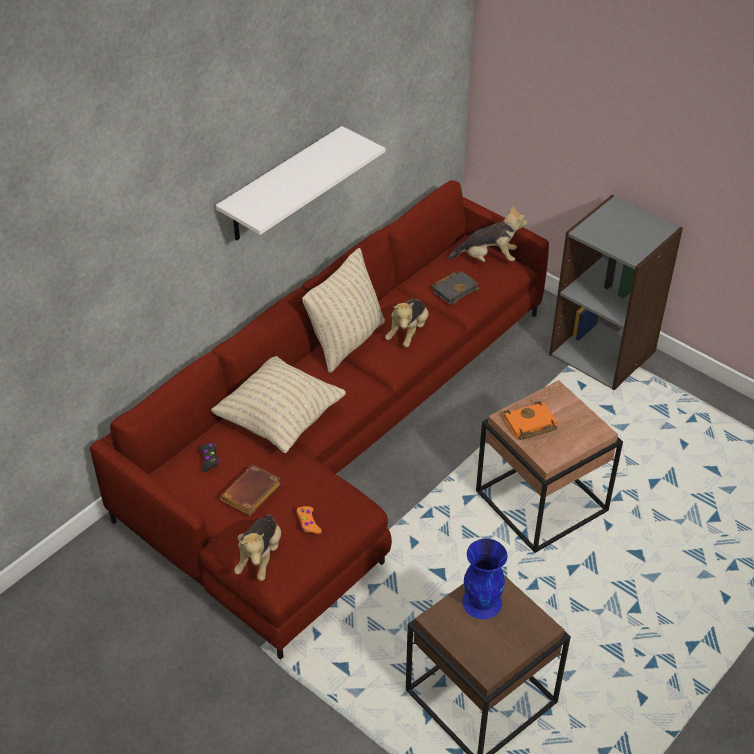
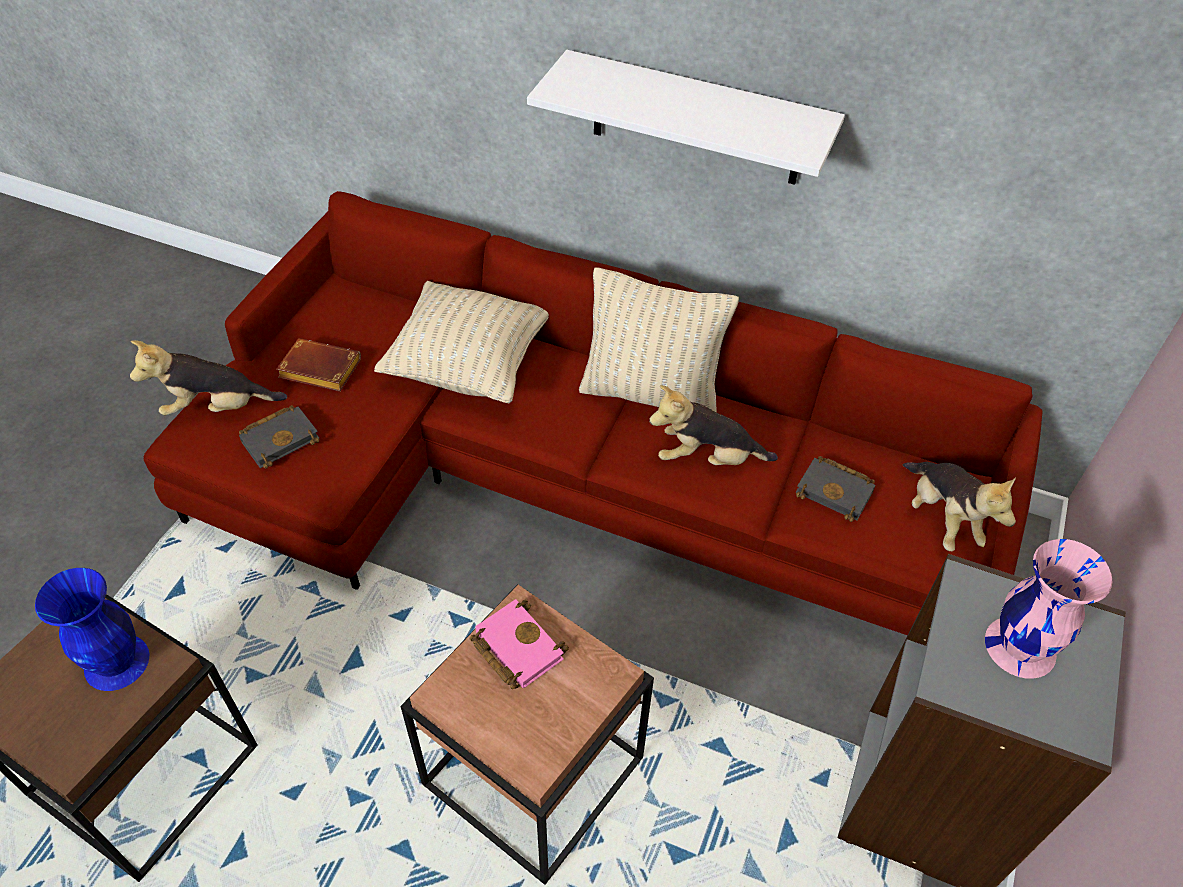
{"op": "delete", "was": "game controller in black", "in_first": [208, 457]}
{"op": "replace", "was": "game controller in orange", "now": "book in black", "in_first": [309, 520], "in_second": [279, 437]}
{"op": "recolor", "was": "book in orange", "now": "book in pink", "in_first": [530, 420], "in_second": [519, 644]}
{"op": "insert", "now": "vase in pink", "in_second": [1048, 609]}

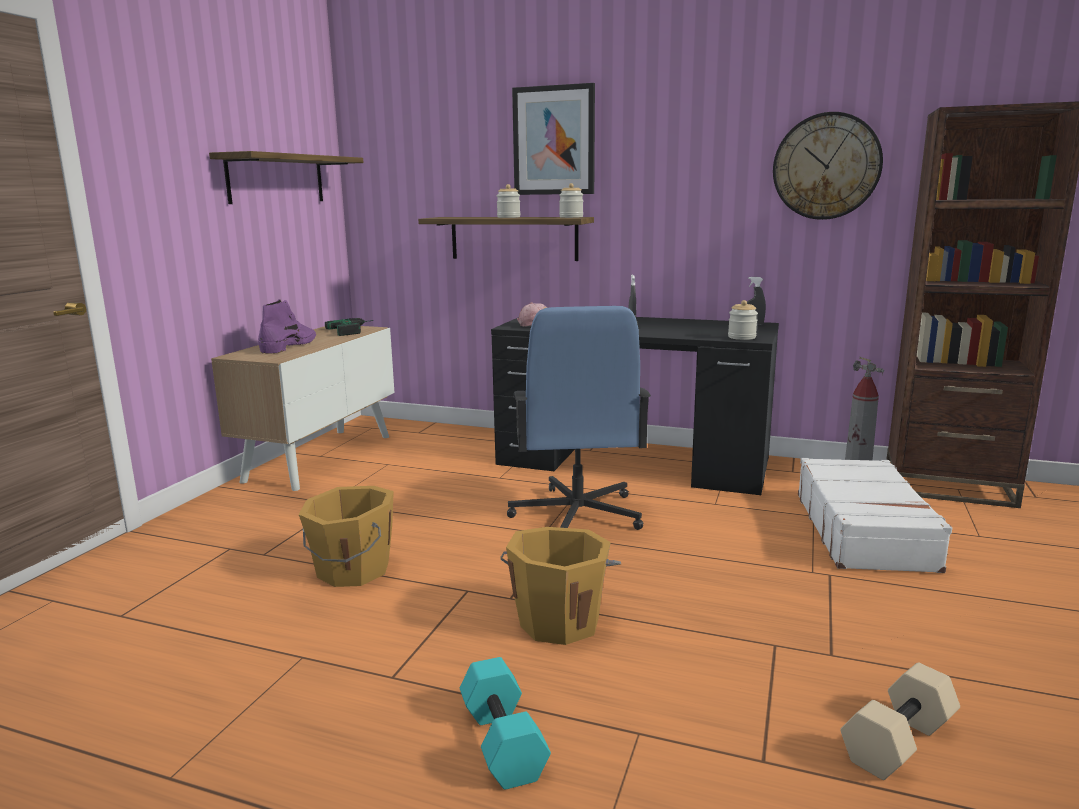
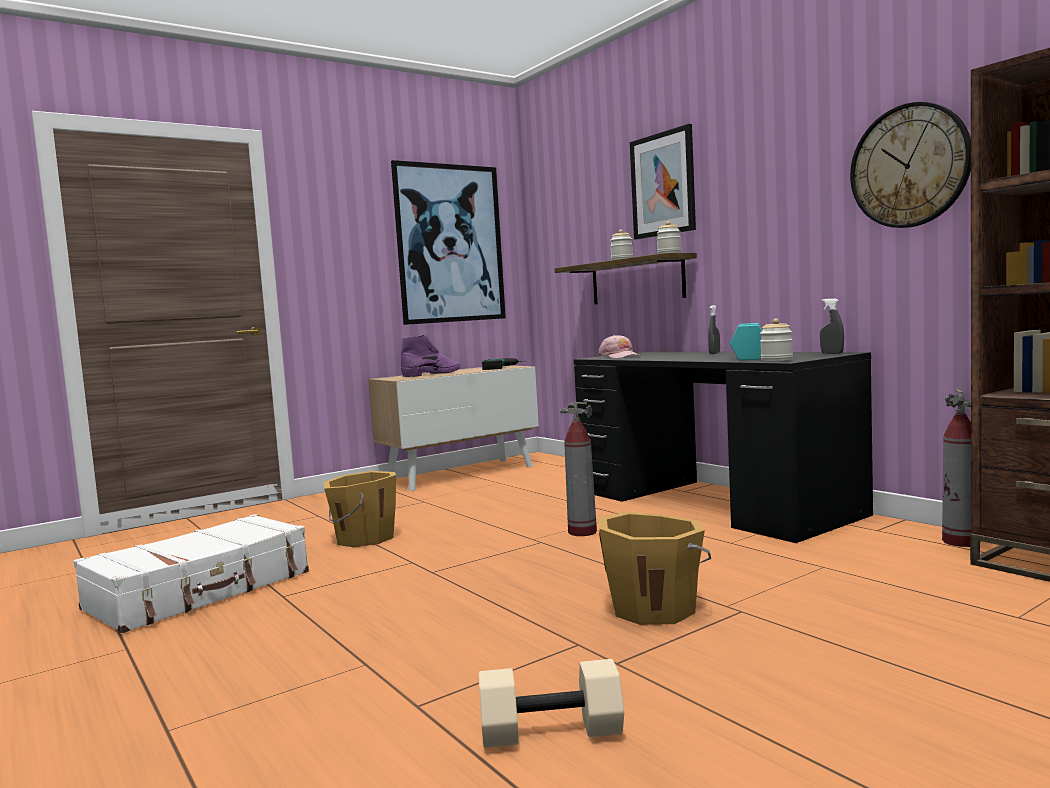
{"op": "replace", "was": "shelf", "now": "picture", "in_first": [286, 177], "in_second": [448, 242]}
{"op": "move", "was": "dumbbell in turquoise", "in_first": [505, 723], "in_second": [746, 341]}
{"op": "move", "was": "bucket in orange", "in_first": [560, 586], "in_second": [654, 568]}
{"op": "replace", "was": "office chair in blue", "now": "fire extinguisher", "in_first": [579, 418], "in_second": [578, 469]}
{"op": "move", "was": "suitcase in white", "in_first": [875, 515], "in_second": [191, 573]}

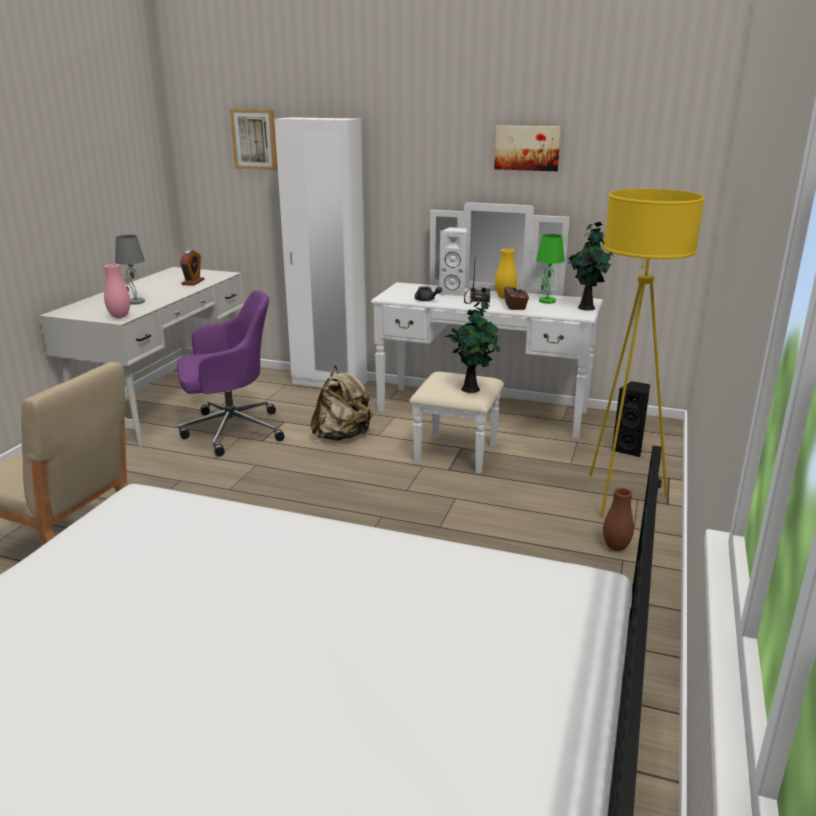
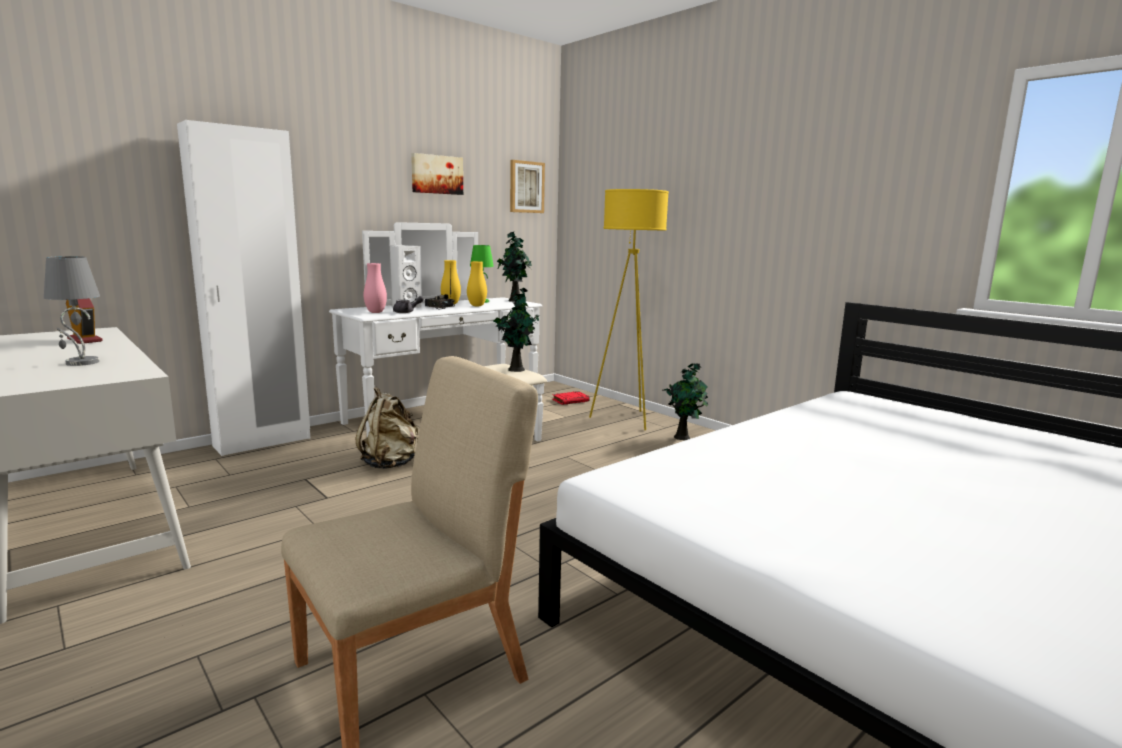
{"op": "move", "was": "vase in pink", "in_first": [117, 291], "in_second": [375, 288]}
{"op": "delete", "was": "office chair in purple", "in_first": [231, 373]}
{"op": "move", "was": "picture", "in_first": [254, 139], "in_second": [527, 186]}
{"op": "replace", "was": "tissue box in brown", "now": "vase in yellow", "in_first": [516, 295], "in_second": [477, 283]}
{"op": "replace", "was": "vase in brown", "now": "potted plant", "in_first": [618, 519], "in_second": [686, 401]}
{"op": "replace", "was": "speaker in black", "now": "book in red", "in_first": [631, 419], "in_second": [571, 398]}

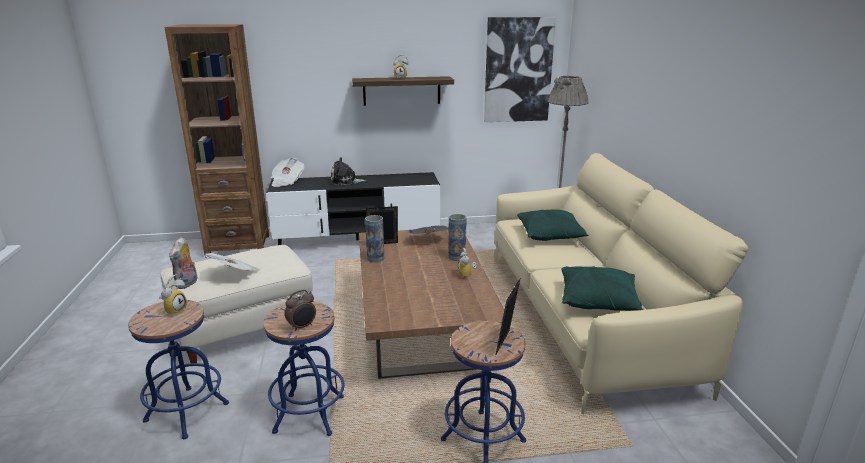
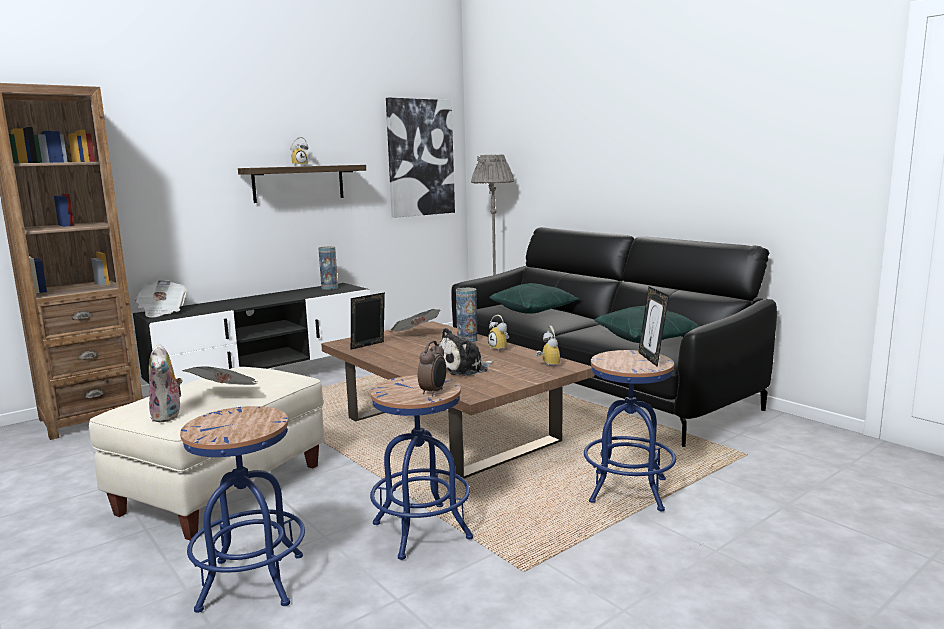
{"op": "move", "was": "alarm clock", "in_first": [173, 295], "in_second": [548, 346]}
{"op": "move", "was": "plush toy", "in_first": [348, 171], "in_second": [466, 352]}
{"op": "move", "was": "vase", "in_first": [374, 239], "in_second": [328, 268]}
{"op": "recolor", "was": "sofa in beige", "now": "sofa in black", "in_first": [621, 283], "in_second": [614, 337]}

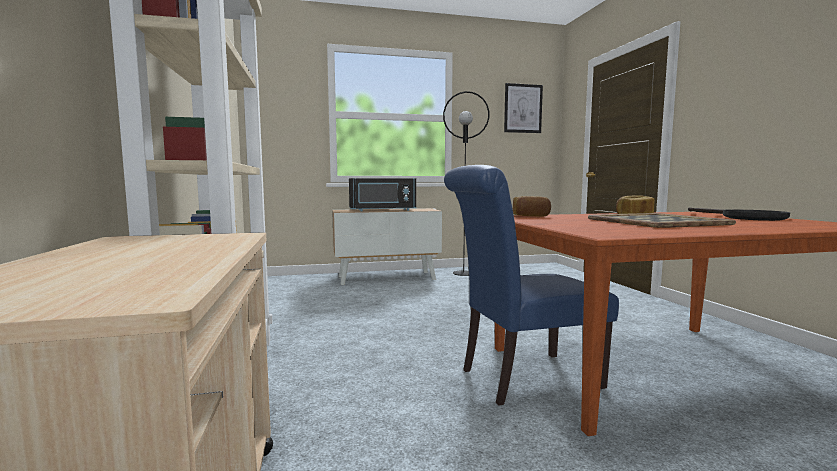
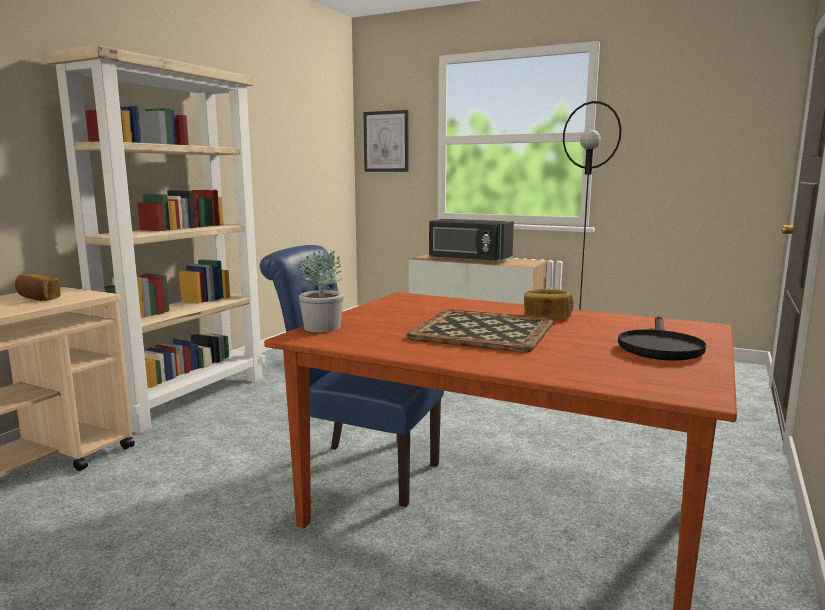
{"op": "move", "was": "picture", "in_first": [523, 108], "in_second": [386, 141]}
{"op": "move", "was": "bread", "in_first": [532, 206], "in_second": [38, 287]}
{"op": "insert", "now": "potted plant", "in_second": [321, 290]}

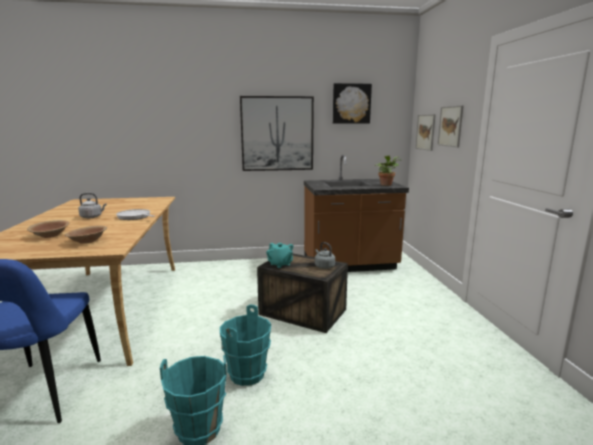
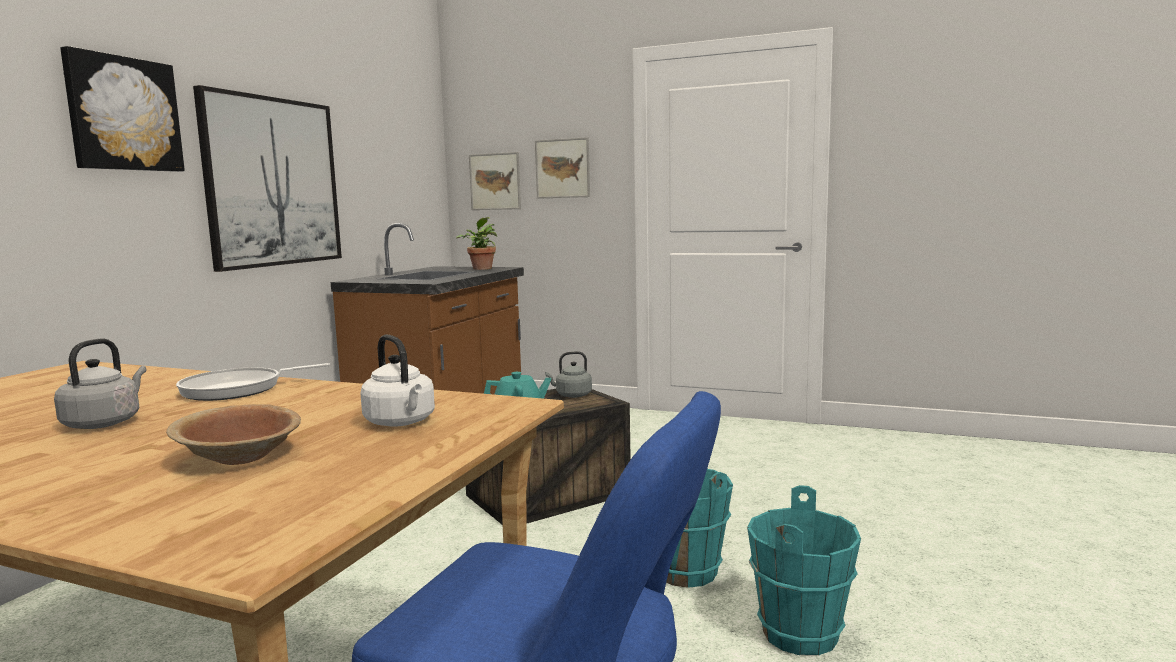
{"op": "replace", "was": "bowl in brown", "now": "kettle in white", "in_first": [86, 235], "in_second": [397, 381]}
{"op": "move", "was": "picture", "in_first": [352, 103], "in_second": [122, 109]}

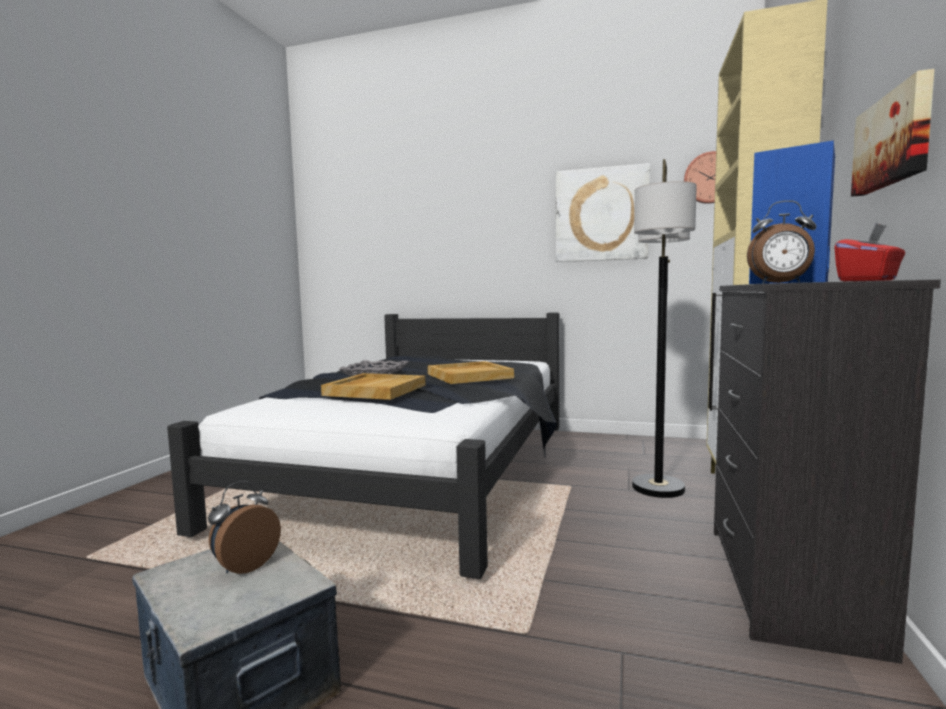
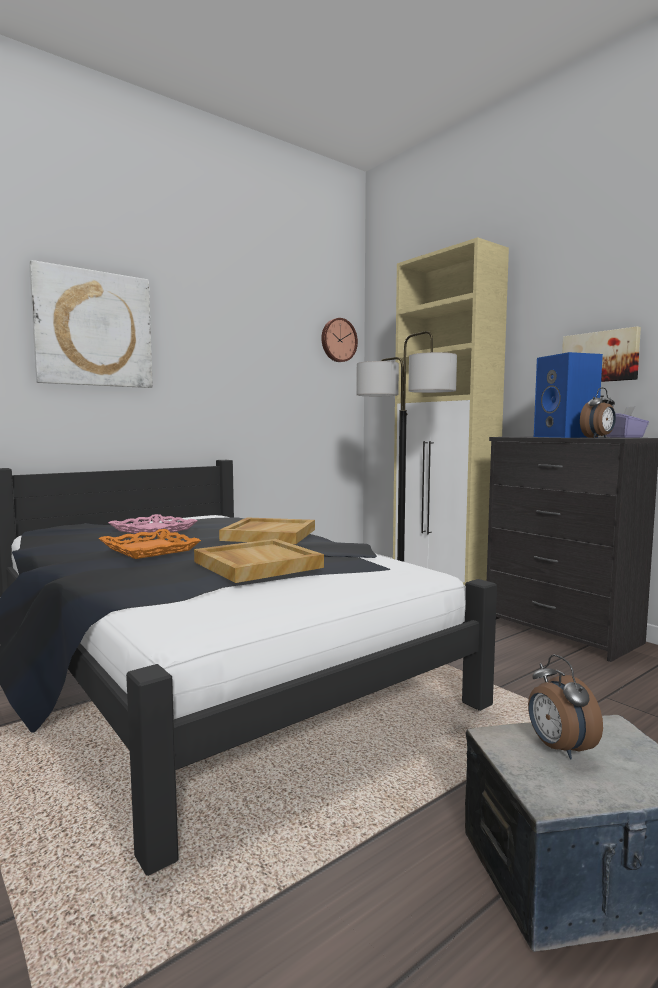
{"op": "recolor", "was": "tray in grey", "now": "tray in orange", "in_first": [374, 368], "in_second": [150, 544]}
{"op": "move", "was": "picture", "in_first": [603, 212], "in_second": [91, 324]}
{"op": "recolor", "was": "tissue box in red", "now": "tissue box in purple", "in_first": [869, 252], "in_second": [627, 422]}
{"op": "insert", "now": "tray in pink", "in_second": [153, 524]}

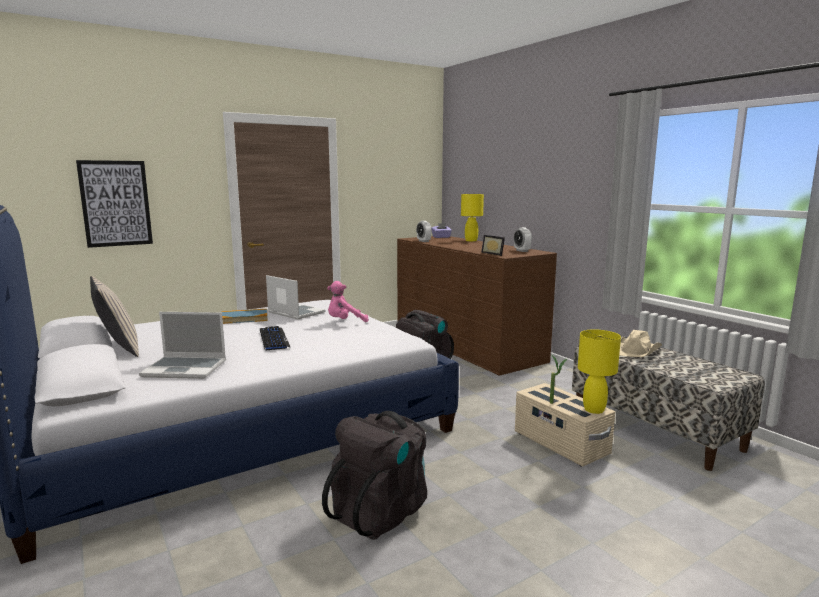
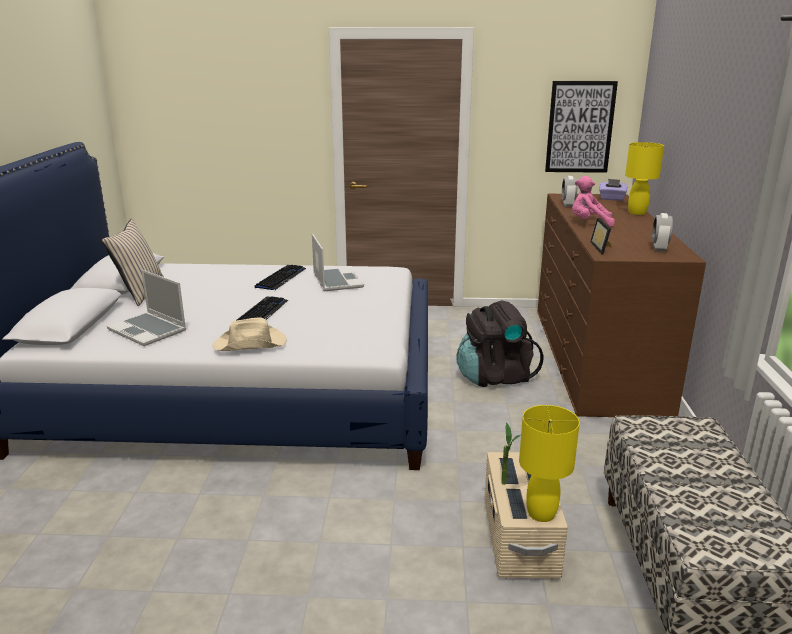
{"op": "move", "was": "picture", "in_first": [114, 204], "in_second": [581, 127]}
{"op": "replace", "was": "book", "now": "keyboard", "in_first": [244, 316], "in_second": [280, 277]}
{"op": "delete", "was": "backpack in black", "in_first": [374, 475]}
{"op": "move", "was": "plush toy in pink", "in_first": [348, 301], "in_second": [593, 201]}
{"op": "move", "was": "hat in beige", "in_first": [640, 343], "in_second": [249, 334]}

